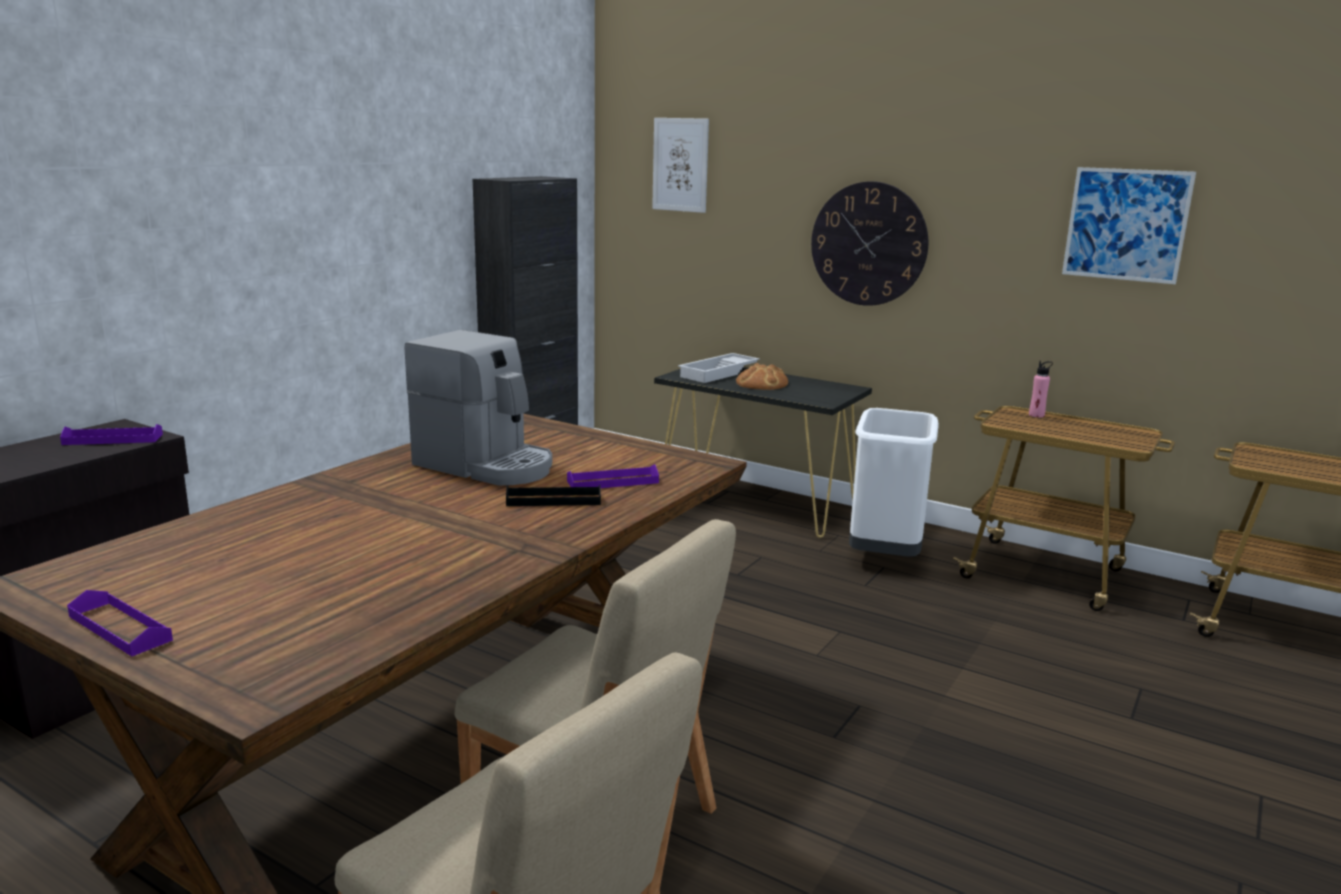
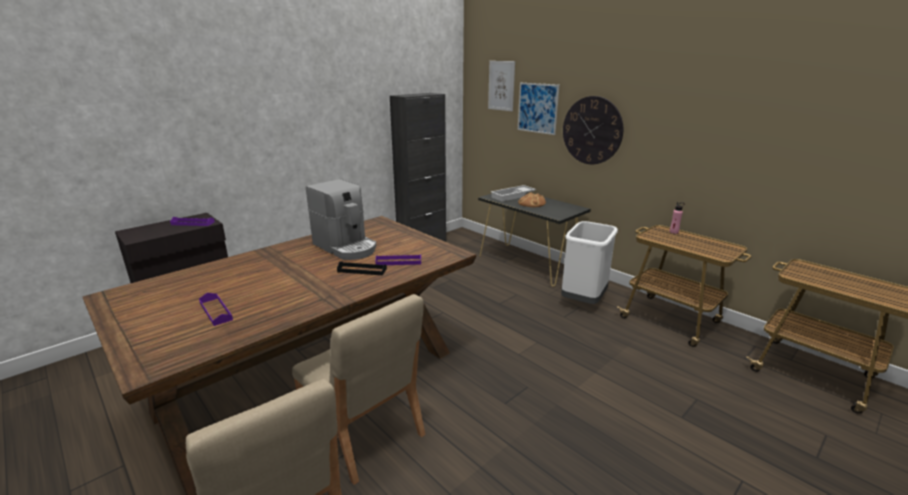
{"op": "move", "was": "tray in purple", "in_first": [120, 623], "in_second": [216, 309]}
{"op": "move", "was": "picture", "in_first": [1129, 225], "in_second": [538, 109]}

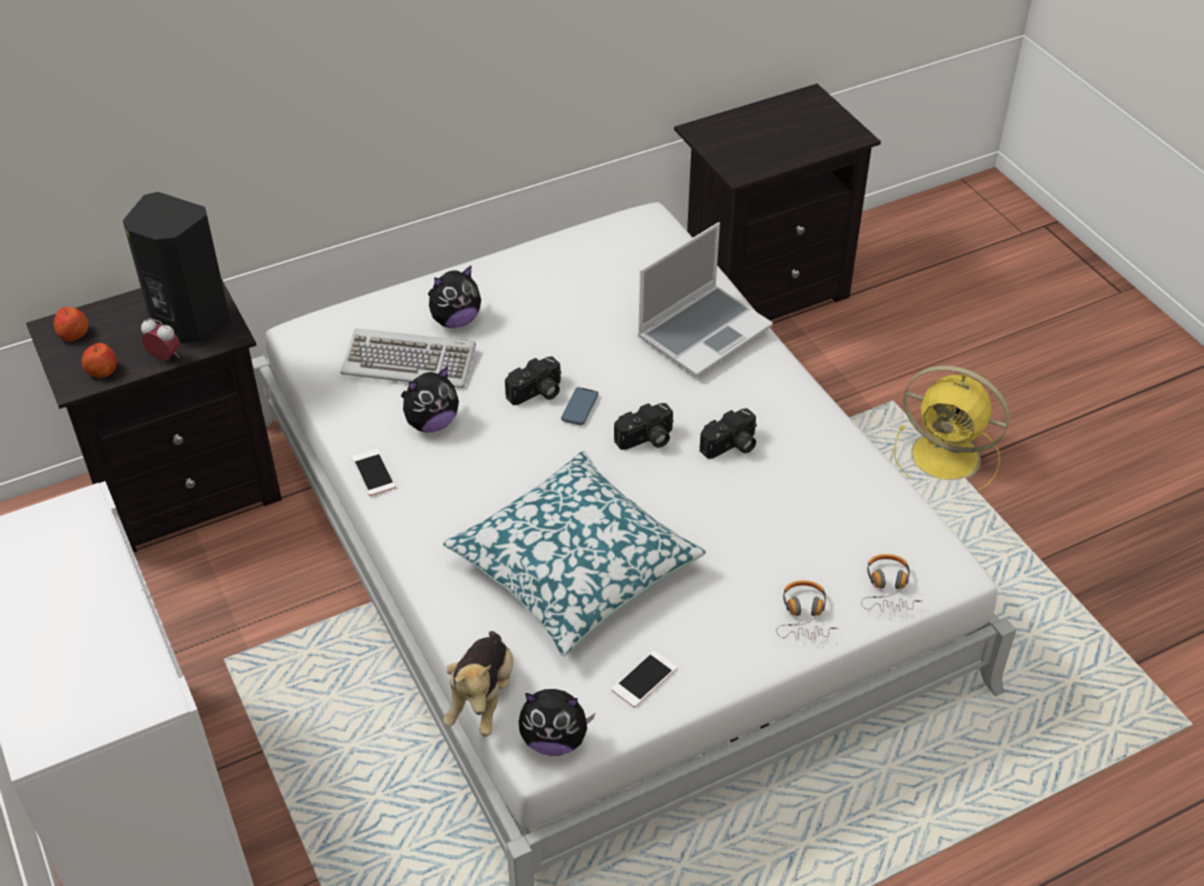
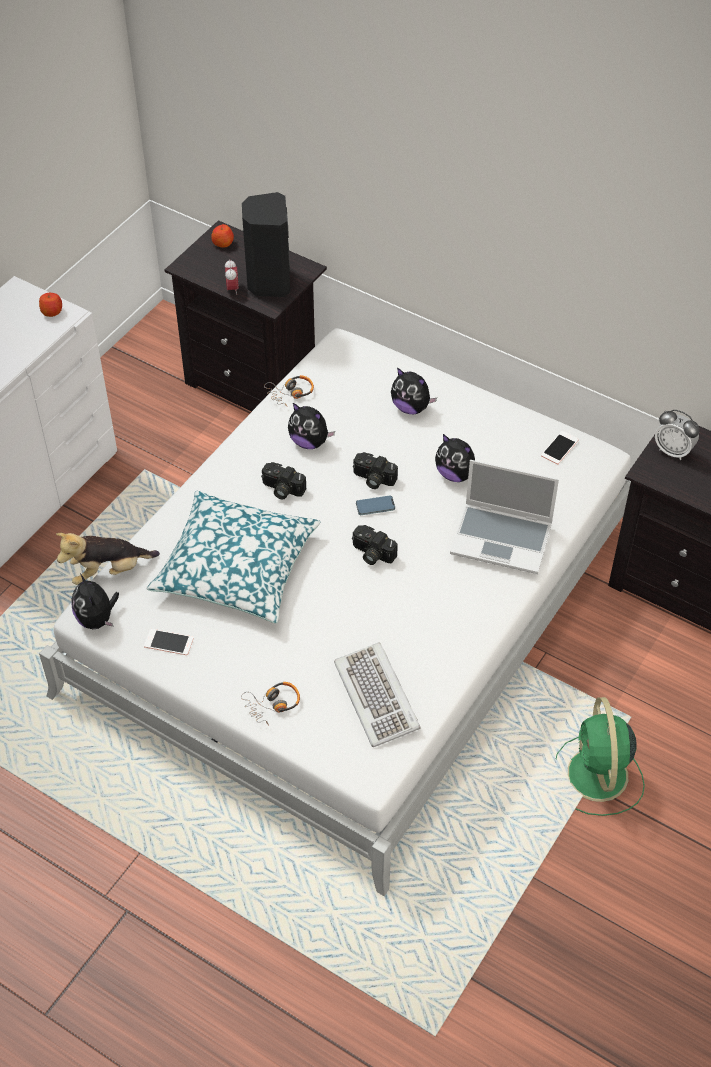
{"op": "move", "was": "apple", "in_first": [99, 360], "in_second": [50, 305]}
{"op": "move", "was": "keyboard", "in_first": [408, 358], "in_second": [377, 694]}
{"op": "move", "was": "phone", "in_first": [373, 472], "in_second": [560, 447]}
{"op": "move", "was": "photo camera", "in_first": [728, 433], "in_second": [283, 481]}
{"op": "move", "was": "headphones", "in_first": [890, 583], "in_second": [289, 390]}
{"op": "recolor", "was": "fan in yellow", "now": "fan in green", "in_first": [951, 428], "in_second": [600, 756]}
{"op": "insert", "now": "plush toy", "in_second": [455, 458]}
{"op": "insert", "now": "alarm clock", "in_second": [677, 435]}

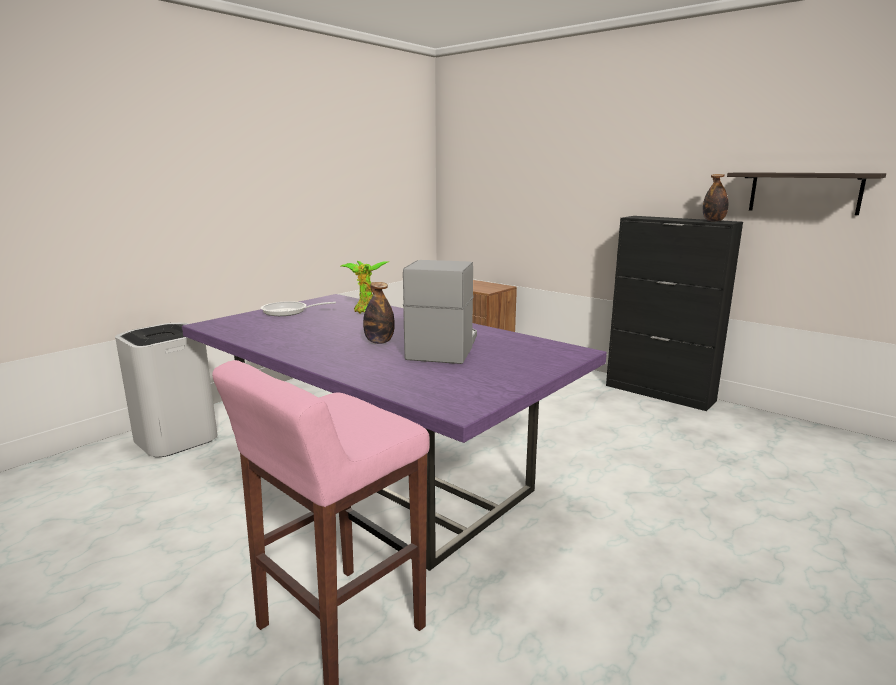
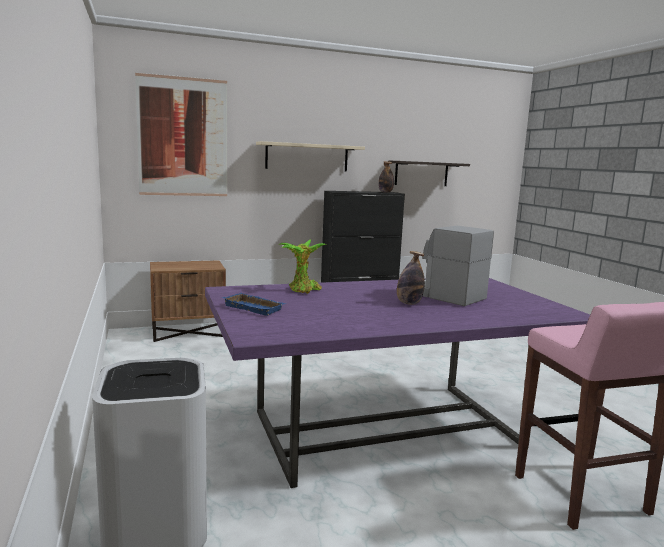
{"op": "replace", "was": "frying pan", "now": "tray in blue", "in_first": [298, 308], "in_second": [253, 304]}
{"op": "insert", "now": "picture", "in_second": [181, 134]}
{"op": "insert", "now": "shelf in beige", "in_second": [310, 156]}

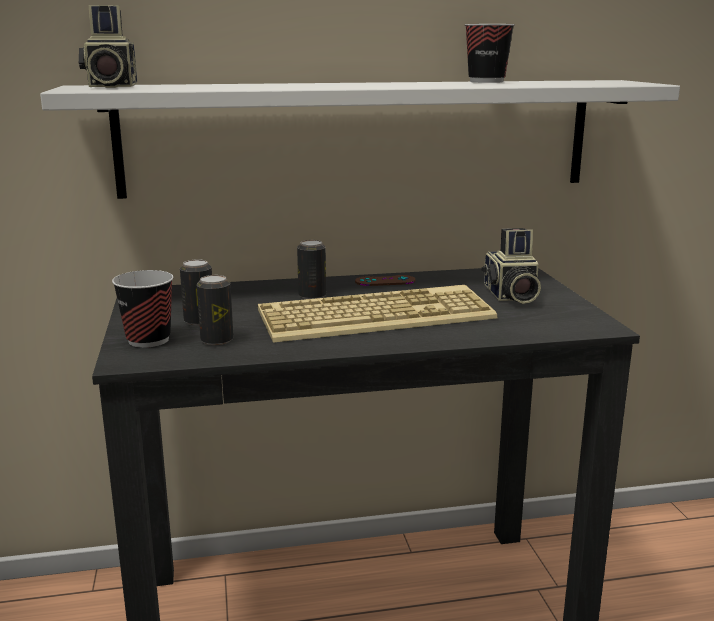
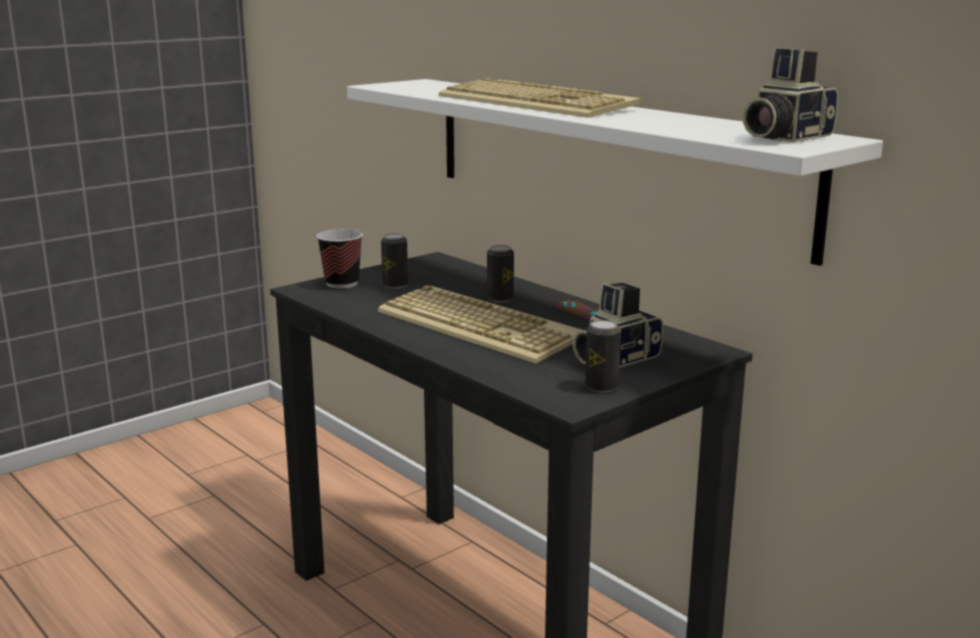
{"op": "move", "was": "photo camera", "in_first": [108, 46], "in_second": [790, 94]}
{"op": "move", "was": "can", "in_first": [215, 310], "in_second": [603, 356]}
{"op": "delete", "was": "cup", "in_first": [490, 53]}
{"op": "insert", "now": "keyboard", "in_second": [540, 98]}

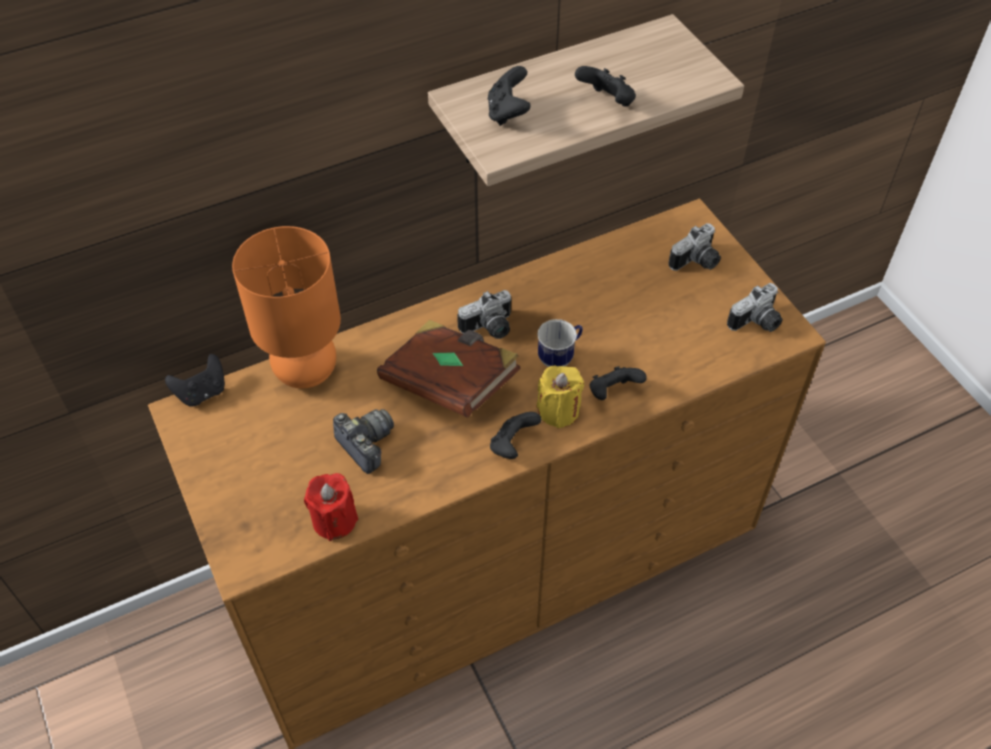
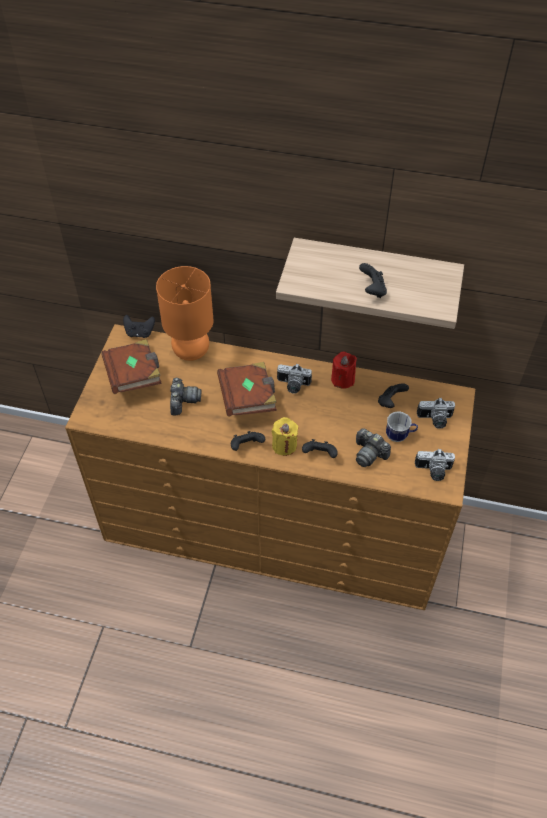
{"op": "move", "was": "candle in red", "in_first": [331, 507], "in_second": [344, 370]}
{"op": "move", "was": "game controller in black", "in_first": [509, 96], "in_second": [393, 395]}
{"op": "move", "was": "mug", "in_first": [560, 343], "in_second": [402, 426]}
{"op": "insert", "now": "book in brown", "in_second": [131, 366]}
{"op": "insert", "now": "photo camera", "in_second": [373, 447]}

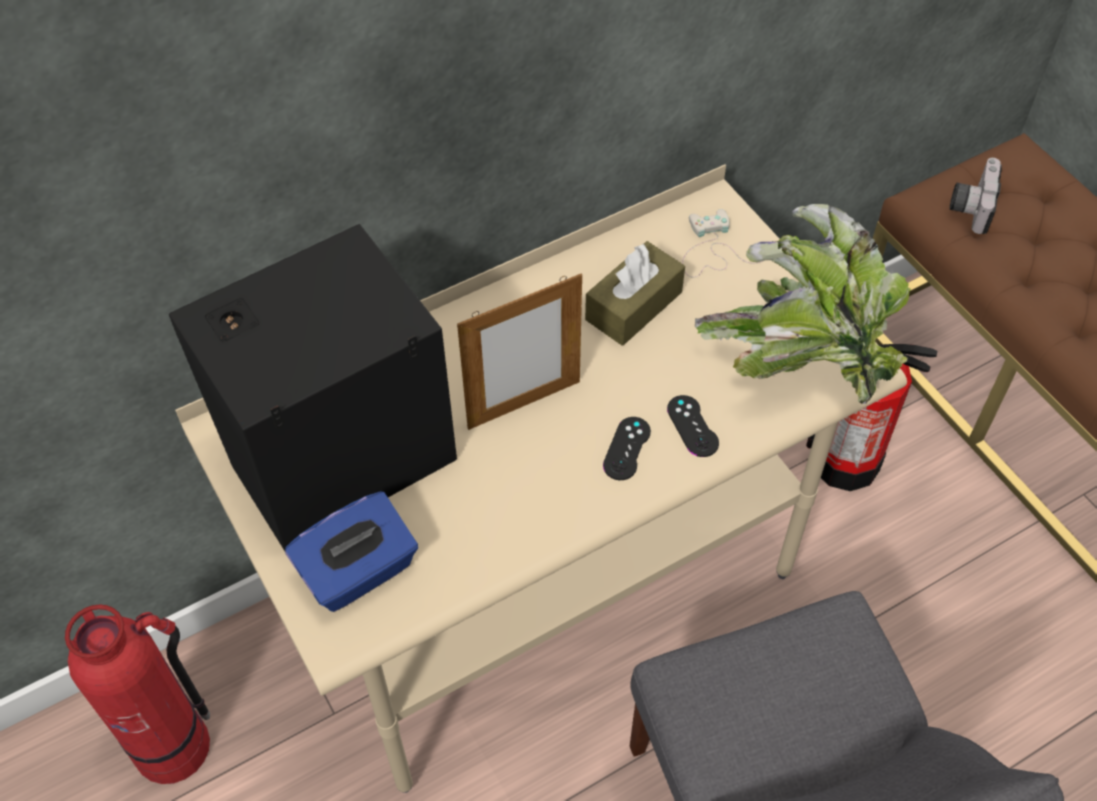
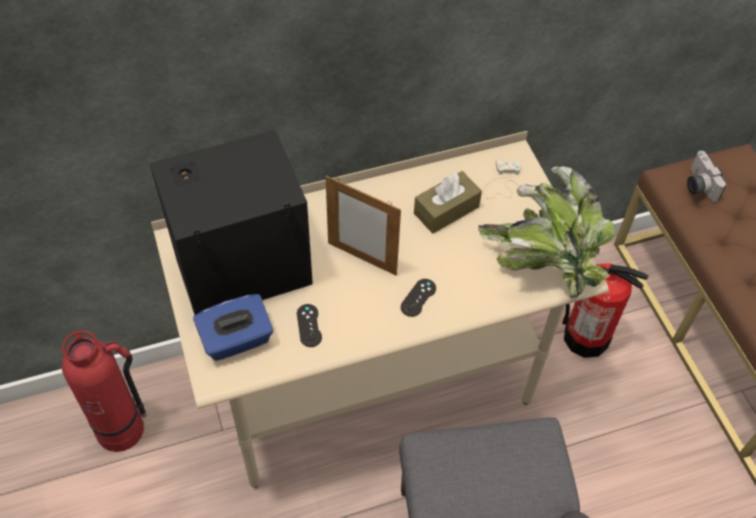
{"op": "rotate", "was": "picture frame", "in_first": [519, 352], "in_second": [363, 225], "clockwise": 45}
{"op": "move", "was": "game controller in black", "in_first": [693, 426], "in_second": [309, 325]}
{"op": "rotate", "was": "photo camera", "in_first": [976, 196], "in_second": [706, 176], "clockwise": -45}

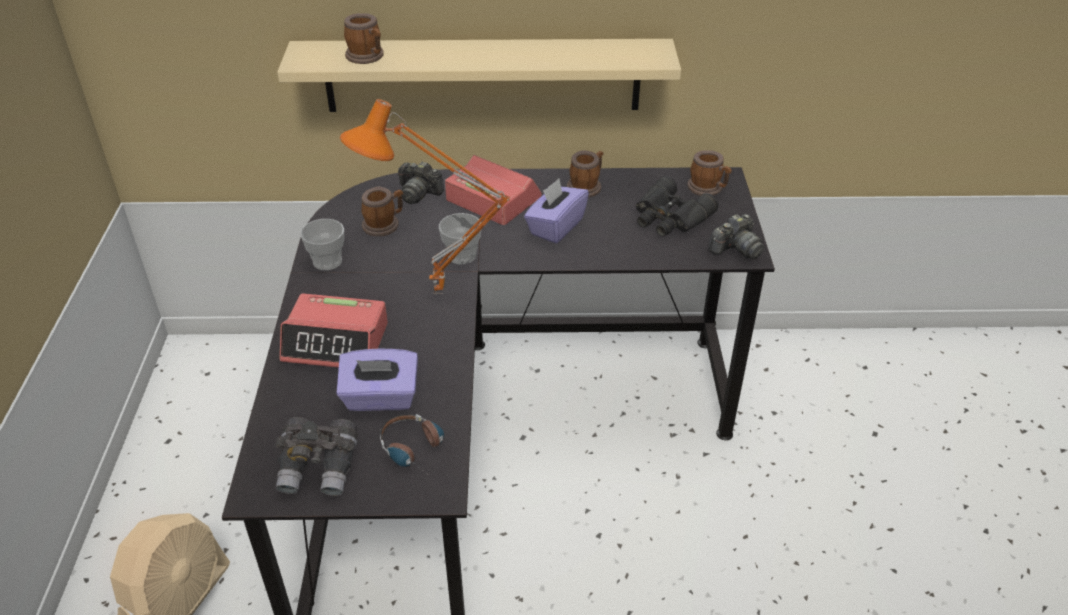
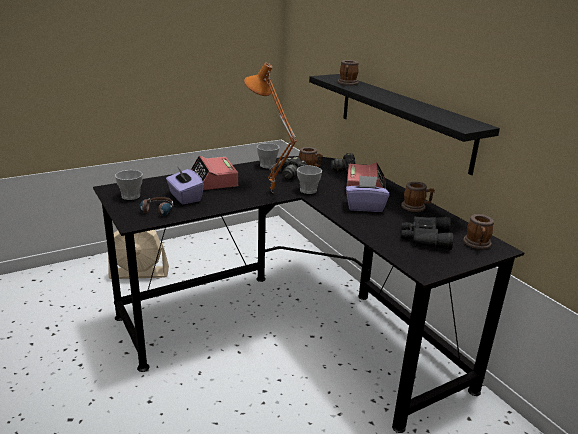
{"op": "replace", "was": "binoculars in grey", "now": "cup", "in_first": [316, 456], "in_second": [129, 185]}
{"op": "recolor", "was": "shelf in beige", "now": "shelf in black", "in_first": [479, 75], "in_second": [404, 124]}
{"op": "move", "was": "photo camera", "in_first": [736, 237], "in_second": [293, 168]}

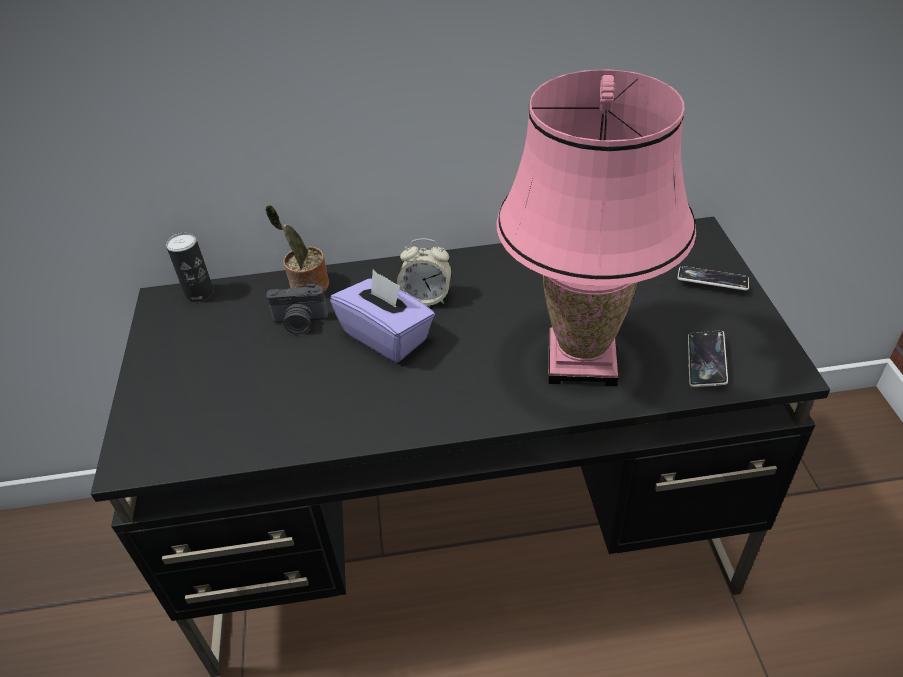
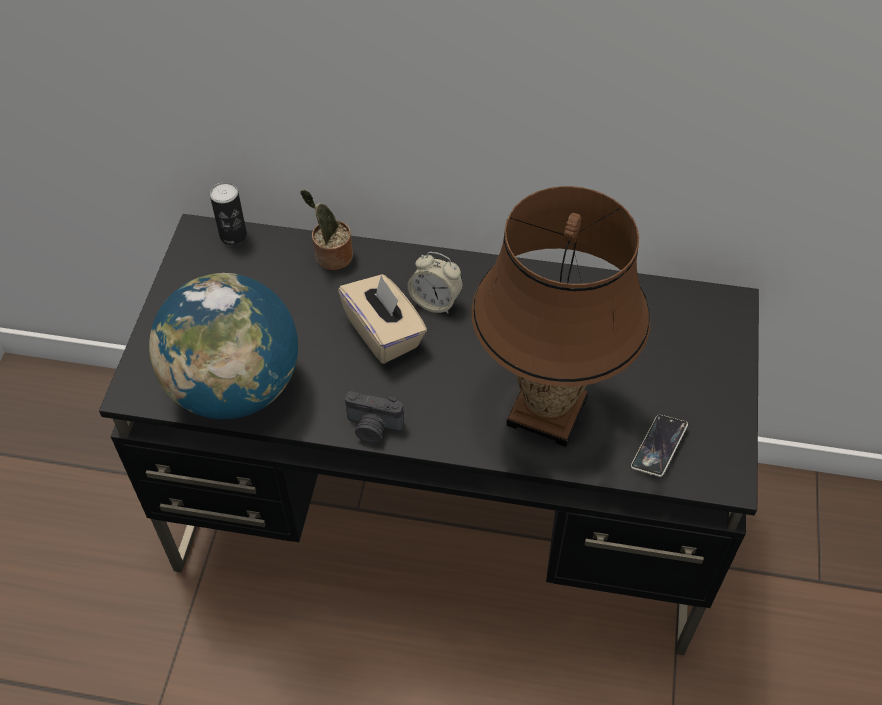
{"op": "move", "was": "photo camera", "in_first": [297, 309], "in_second": [374, 417]}
{"op": "recolor", "was": "tissue box in purple", "now": "tissue box in beige", "in_first": [382, 316], "in_second": [382, 319]}
{"op": "recolor", "was": "table lamp in pink", "now": "table lamp in brown", "in_first": [596, 227], "in_second": [561, 316]}
{"op": "delete", "was": "phone", "in_first": [713, 278]}
{"op": "insert", "now": "globe", "in_second": [223, 346]}

